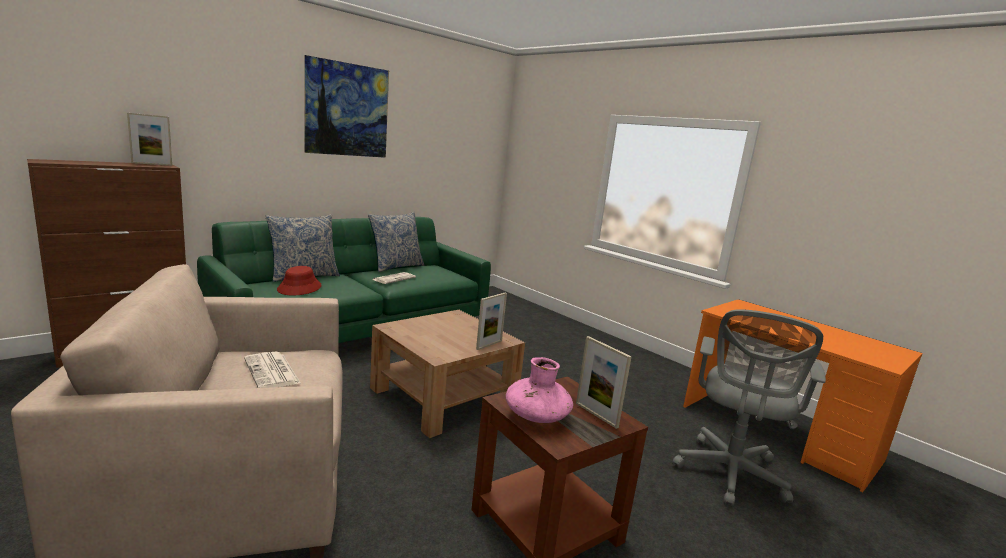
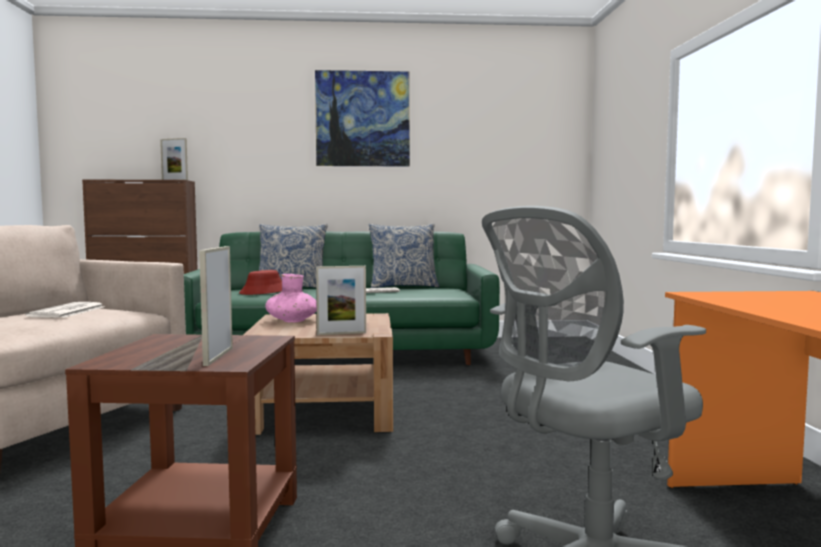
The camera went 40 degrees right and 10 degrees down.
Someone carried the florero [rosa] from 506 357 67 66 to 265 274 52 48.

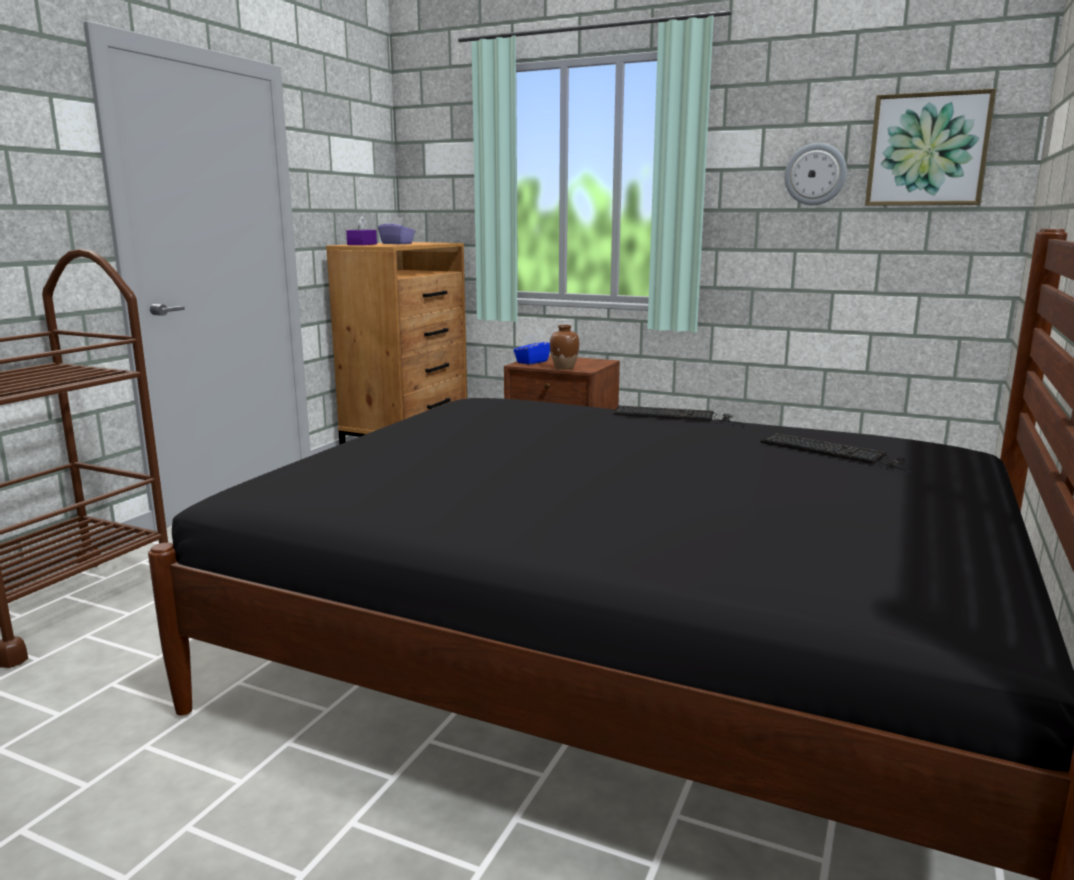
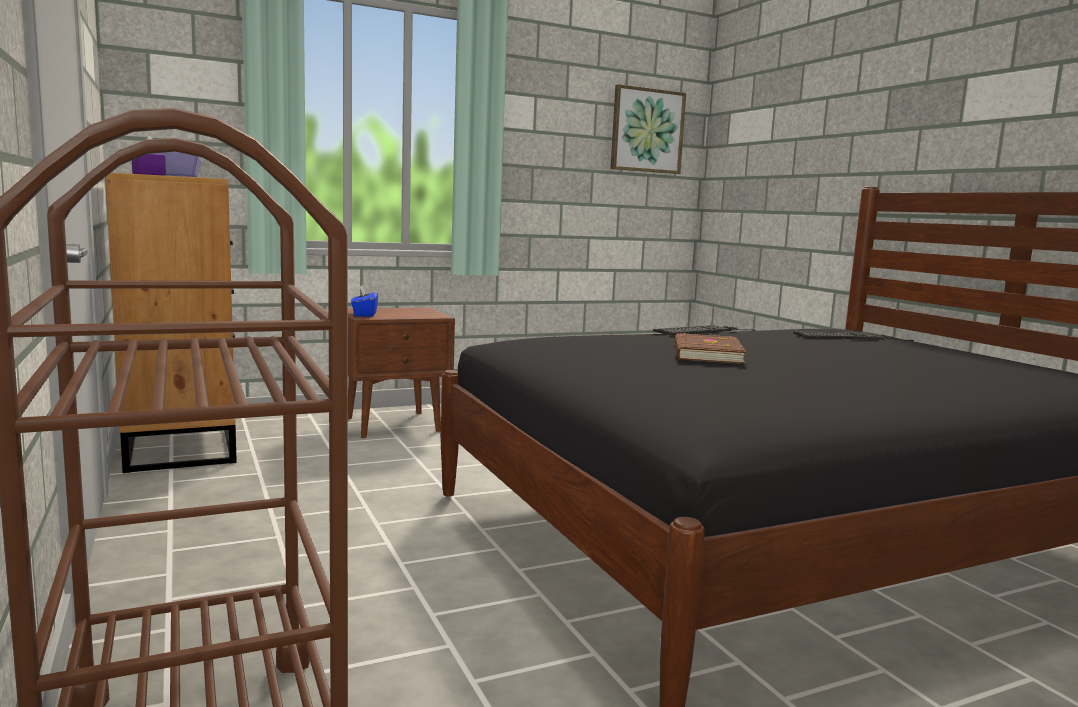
The camera went 50 degrees left and 5 degrees down.
Someone put down the libro [marrón] at 675 333 71 31.
Someone took away the florero [marrón] at 550 325 29 44.
Someone took away the reloj de pared at 784 143 63 62.

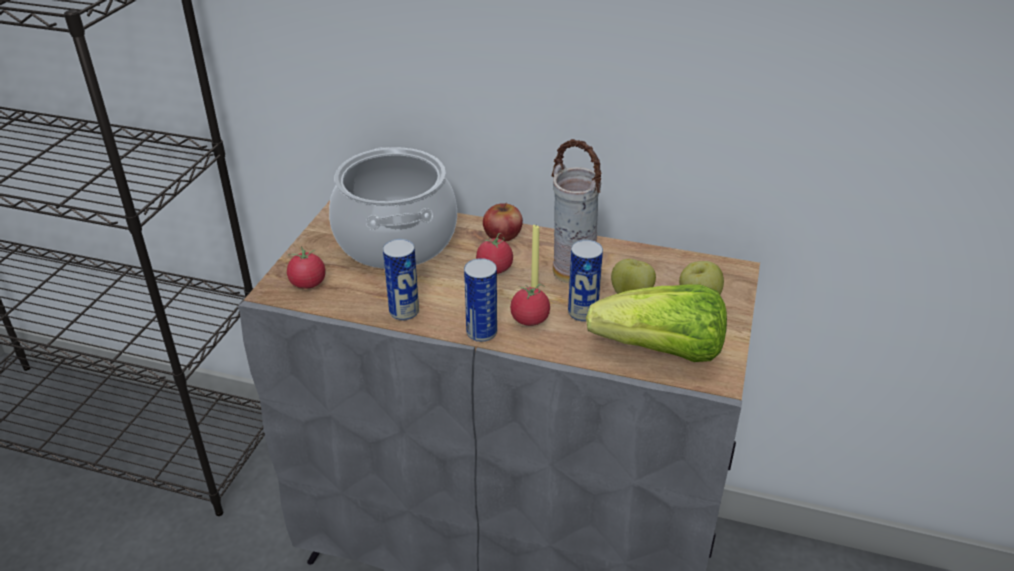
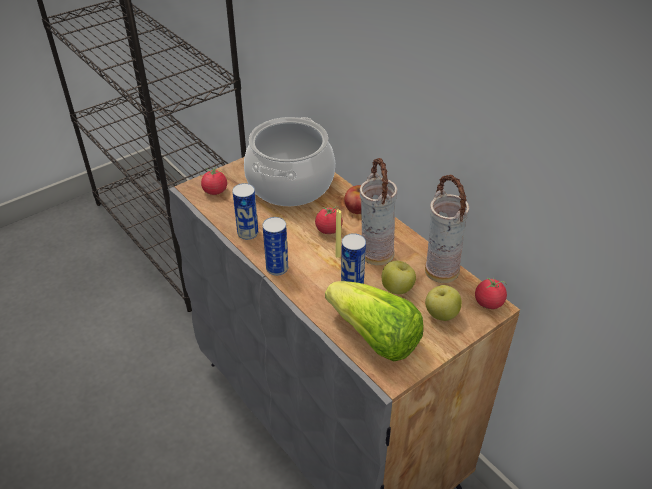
The camera went 35 degrees right and 5 degrees up.
Someone put down the florero at 425 175 44 108.
Someone carried the tomate from 510 284 40 42 to 475 278 32 31.

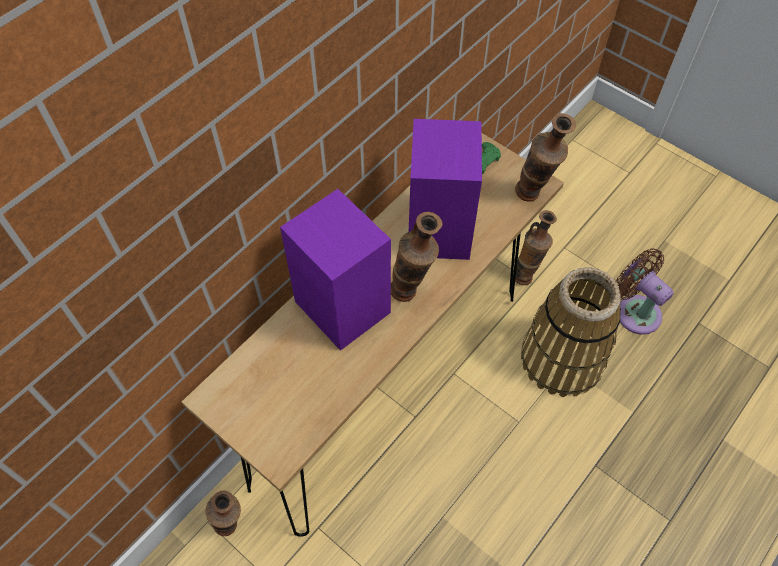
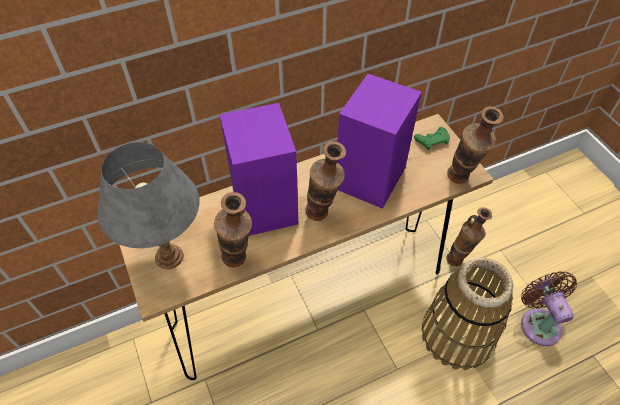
The camera went 25 degrees right and 5 degrees down.
Someone put down the lámpara de mesa [gris] at 98 142 102 127.
Someone carried the florero from 205 491 36 45 to 214 192 38 75.

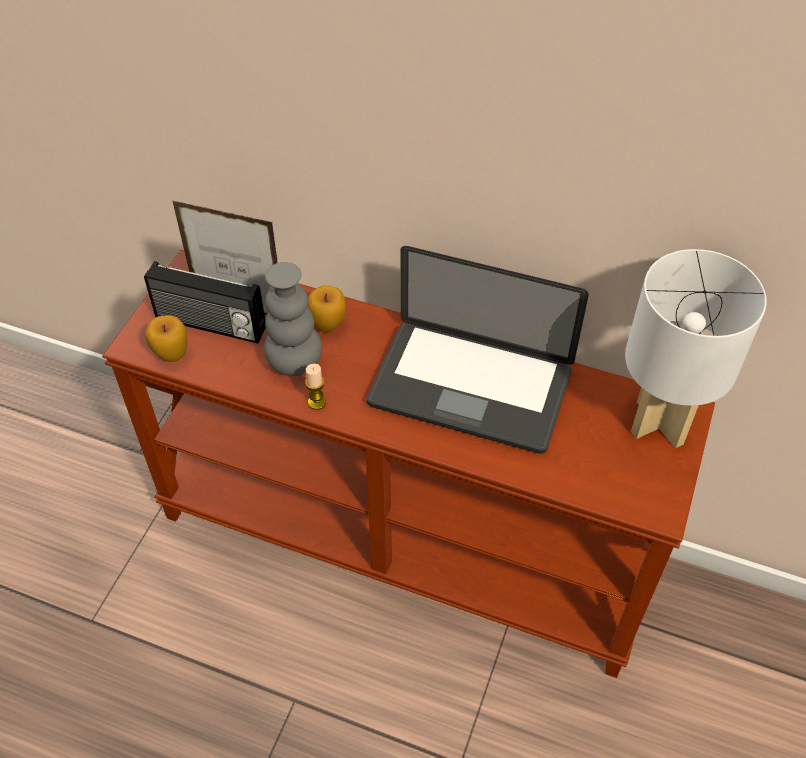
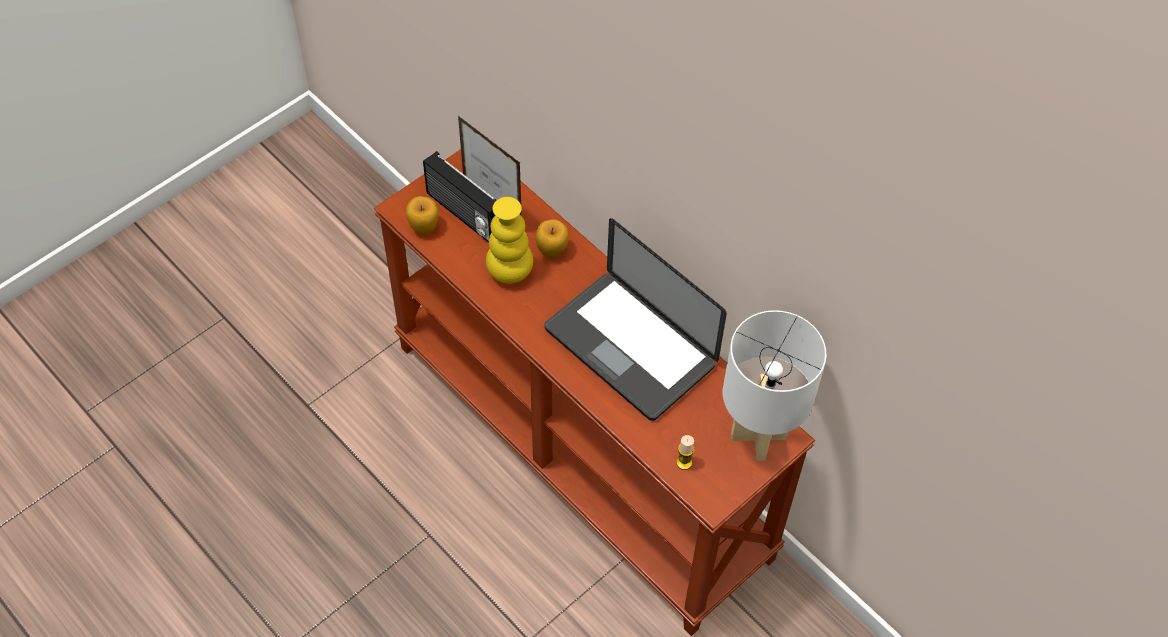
The camera went 25 degrees right and 5 degrees up.
Someone repainted the florero [gris] at 264 262 58 114, which became the florero [amarillo] at 486 197 47 87.
Someone carried the vela from 305 364 21 46 to 676 435 19 35.

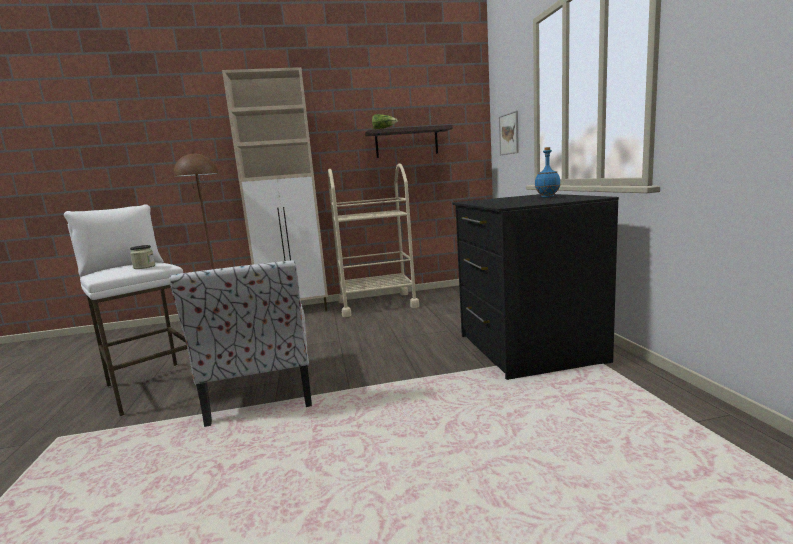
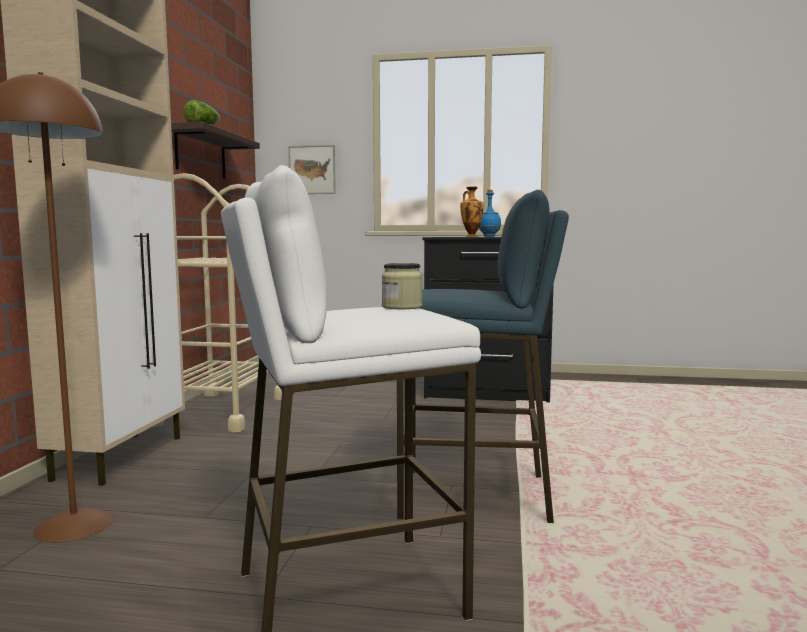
The camera went 70 degrees left and 5 degrees down.
Someone swapped the silla at 169 260 143 167 for the taburete [azul] at 397 190 172 333.
Someone put down the florero at 460 186 23 51.

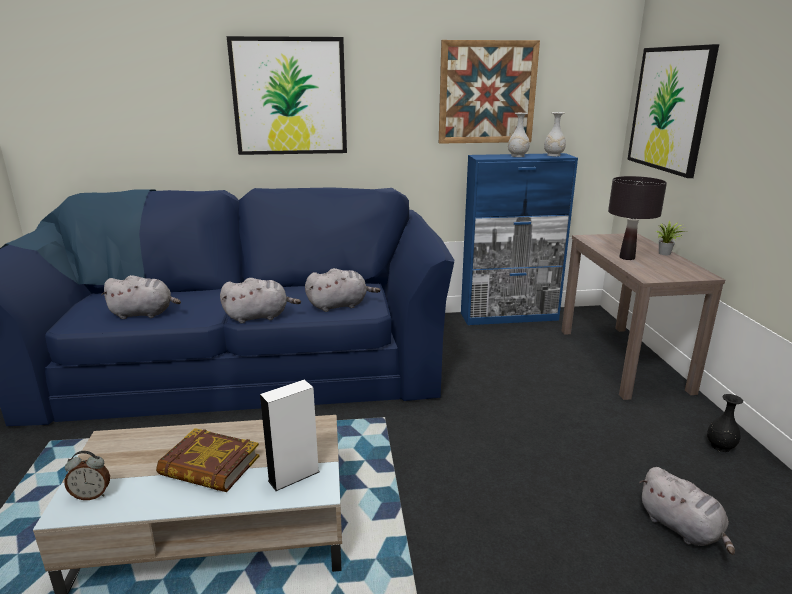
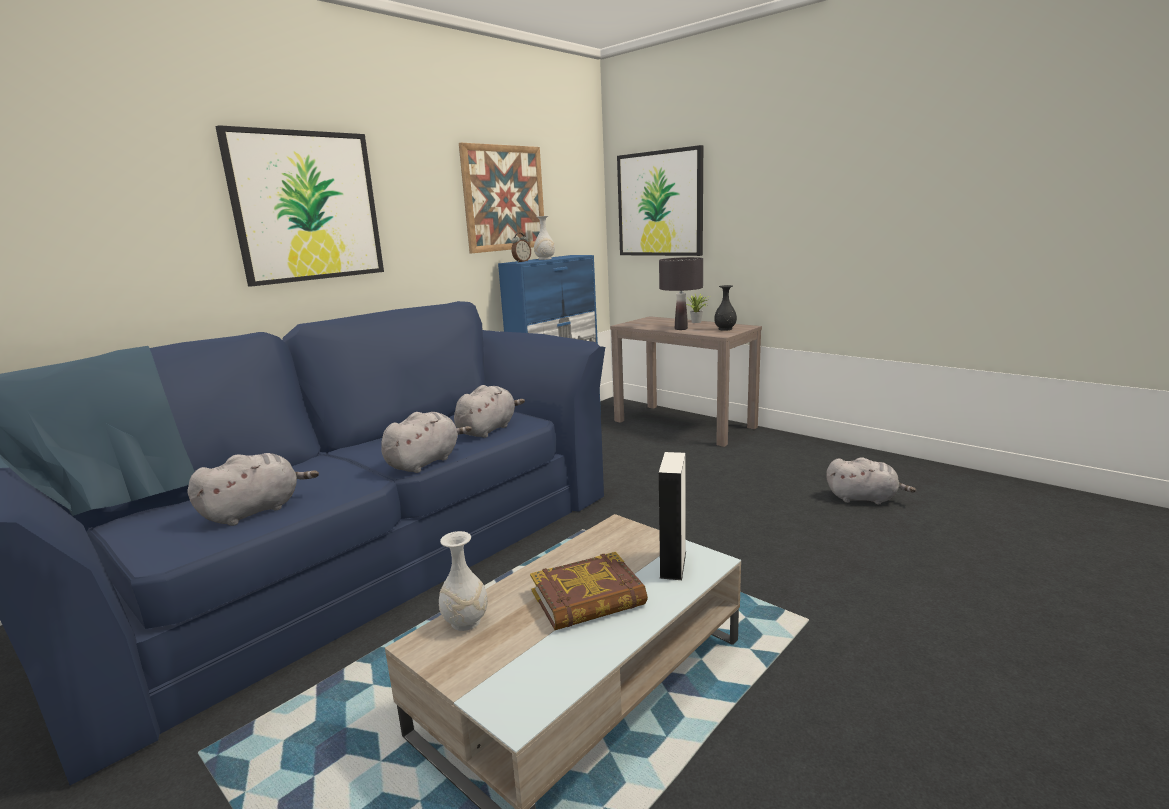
The camera went 40 degrees left and 5 degrees down.
Someone carried the florero [blanco] from 544 112 22 44 to 439 531 49 100.
Someone carried the despertador from 64 451 46 49 to 511 232 20 30.
Someone carried the florero [negro] from 707 394 36 58 to 714 285 23 46.

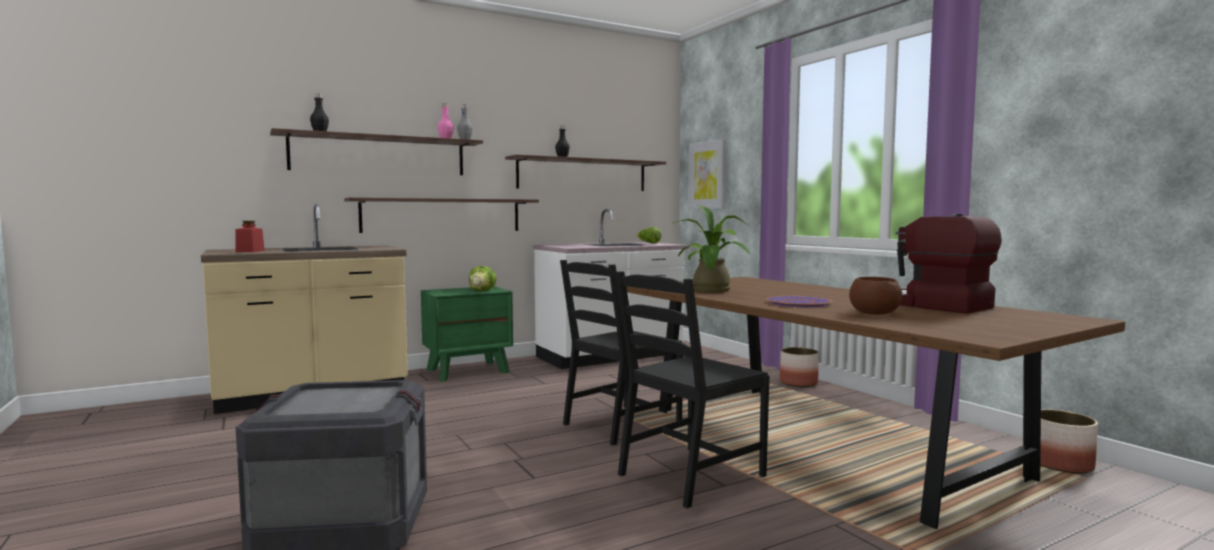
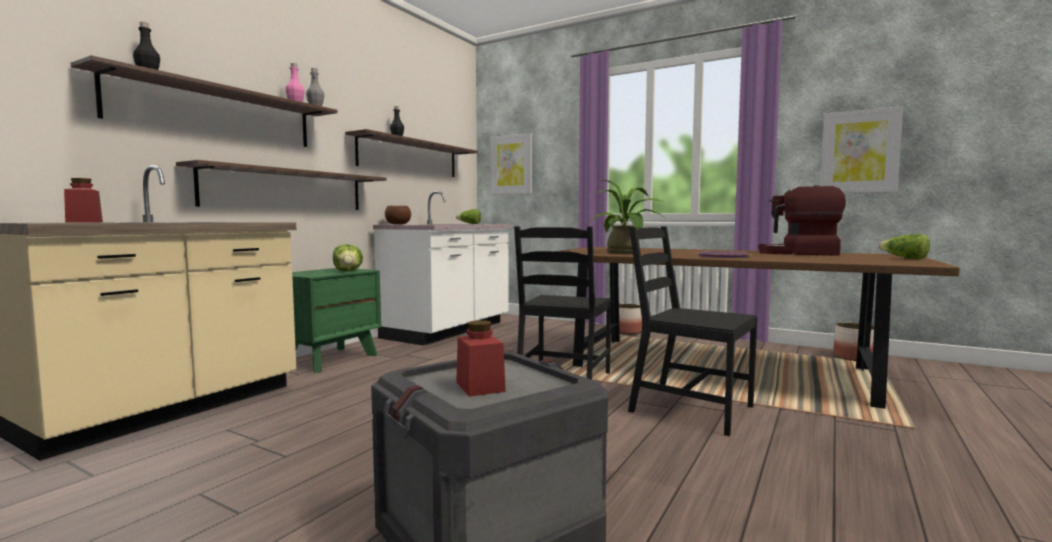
The camera went 30 degrees left and 0 degrees up.
Someone carried the cuenco [marrón] from 849 277 53 38 to 385 206 26 19.
Someone put down the tarro [rojo] at 456 320 50 77.
Someone rotated the silla [negro] at 616 271 153 237 by 105 degrees clockwise.
Someone put up the cuadro at 820 106 83 87.
Someone put down the lechuga at 878 234 52 25.

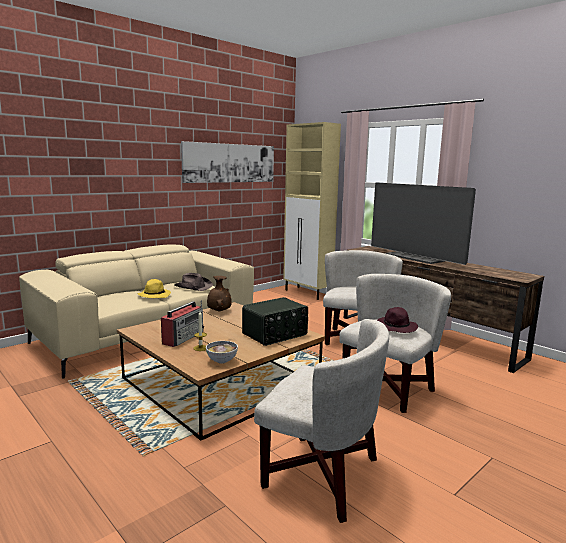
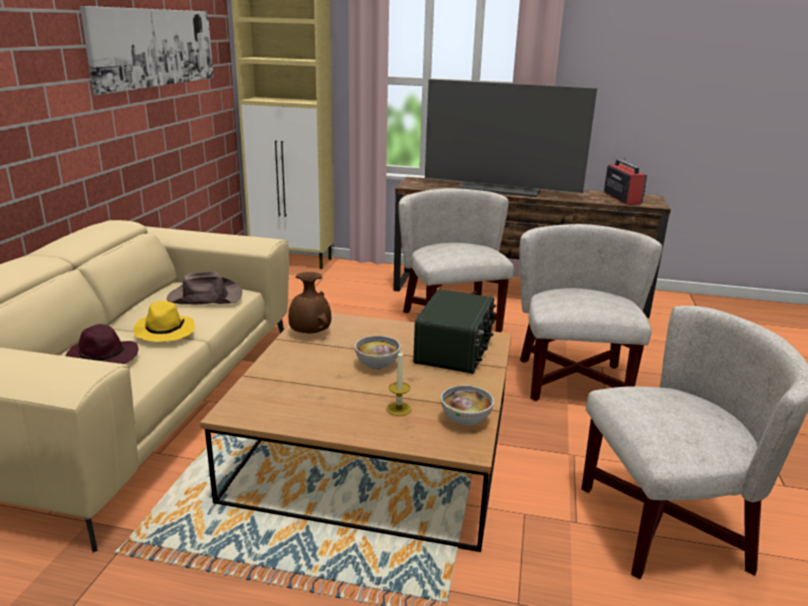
The camera went 35 degrees left and 10 degrees up.
Someone carried the sombrero [morado] from 377 307 41 26 to 66 324 72 40.
Someone put down the cuenco at 355 336 45 33.
Someone carried the radio from 161 300 43 47 to 604 157 43 48.

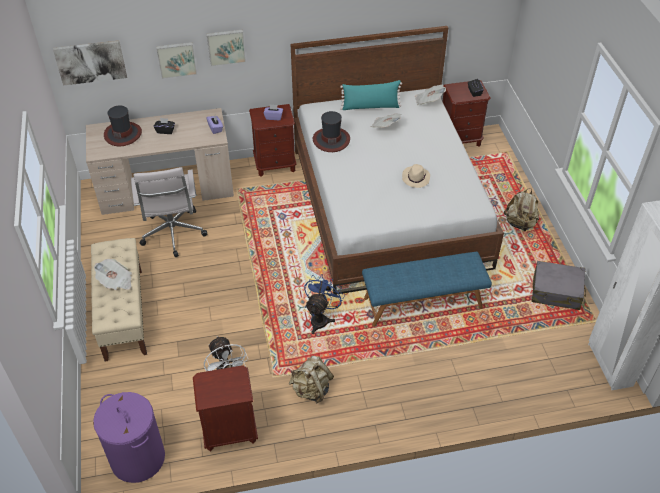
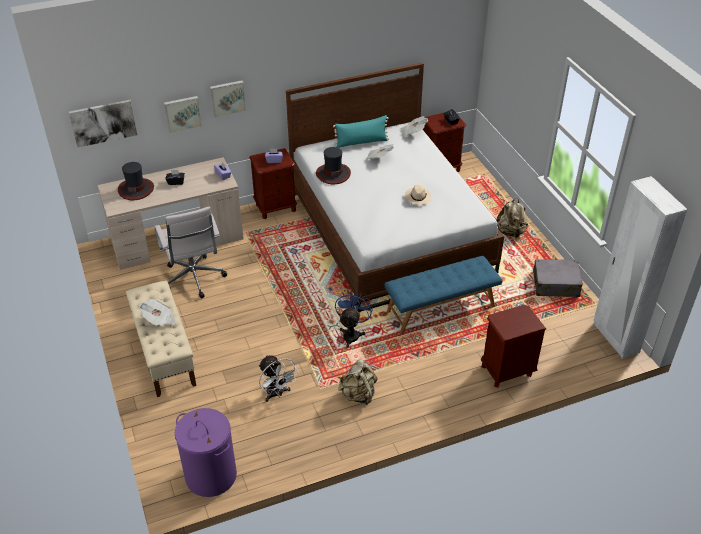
The camera went 10 degrees left and 5 degrees down.
Someone carried the mesita de noche [marrón] from 193 365 65 86 to 481 305 65 83.

